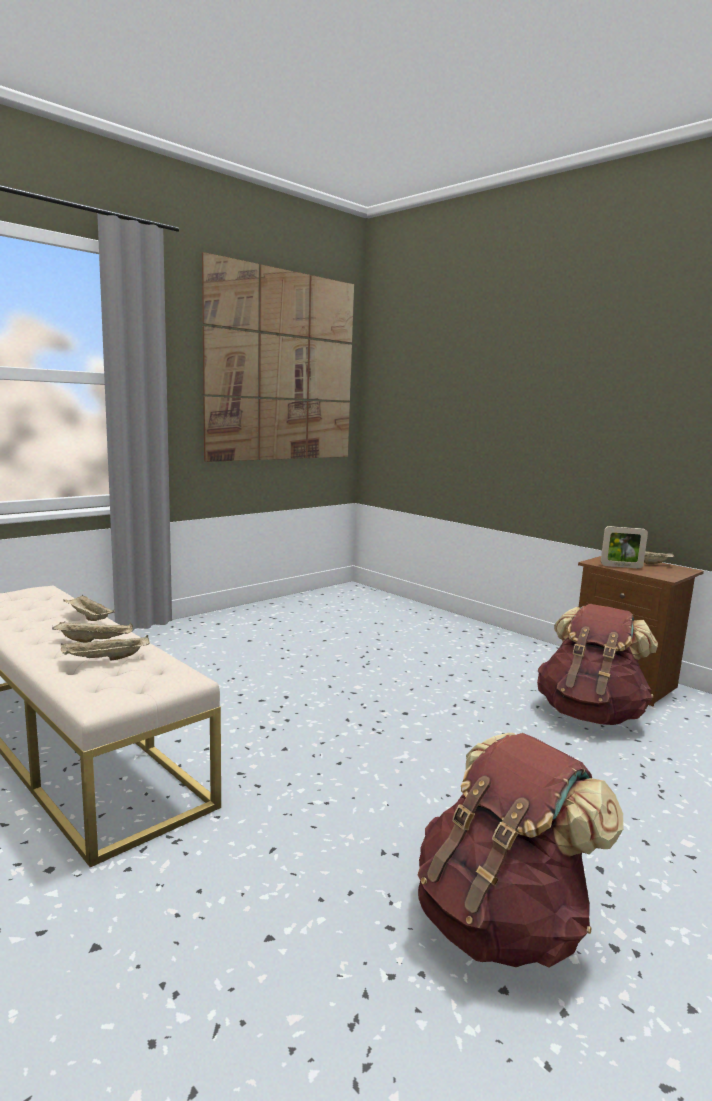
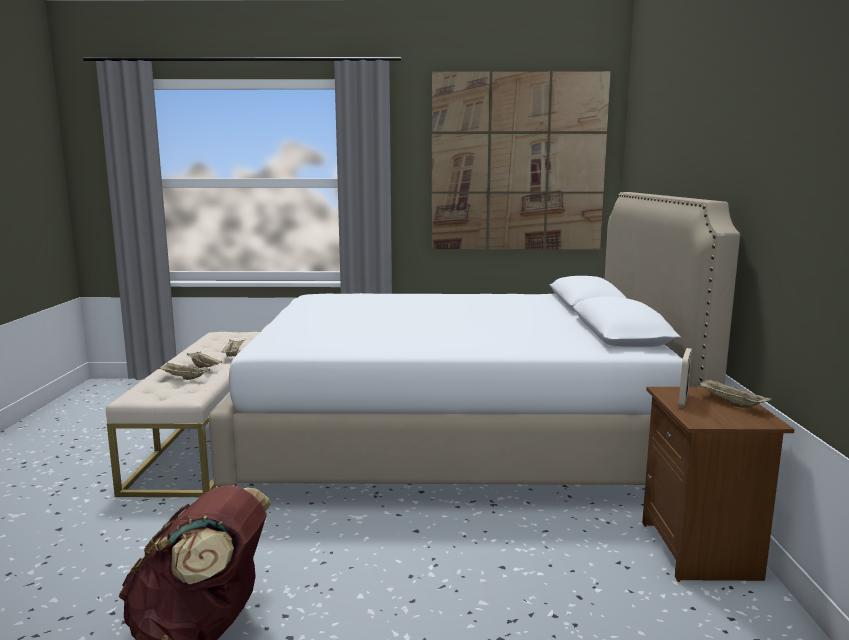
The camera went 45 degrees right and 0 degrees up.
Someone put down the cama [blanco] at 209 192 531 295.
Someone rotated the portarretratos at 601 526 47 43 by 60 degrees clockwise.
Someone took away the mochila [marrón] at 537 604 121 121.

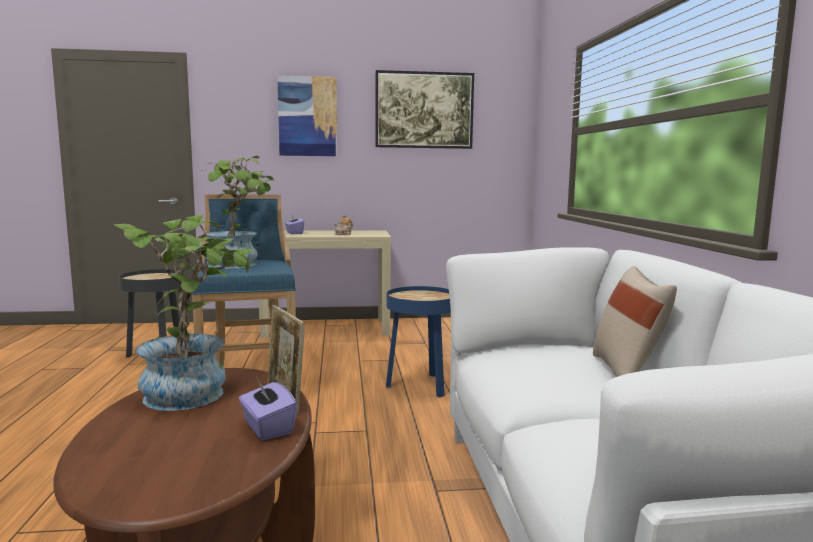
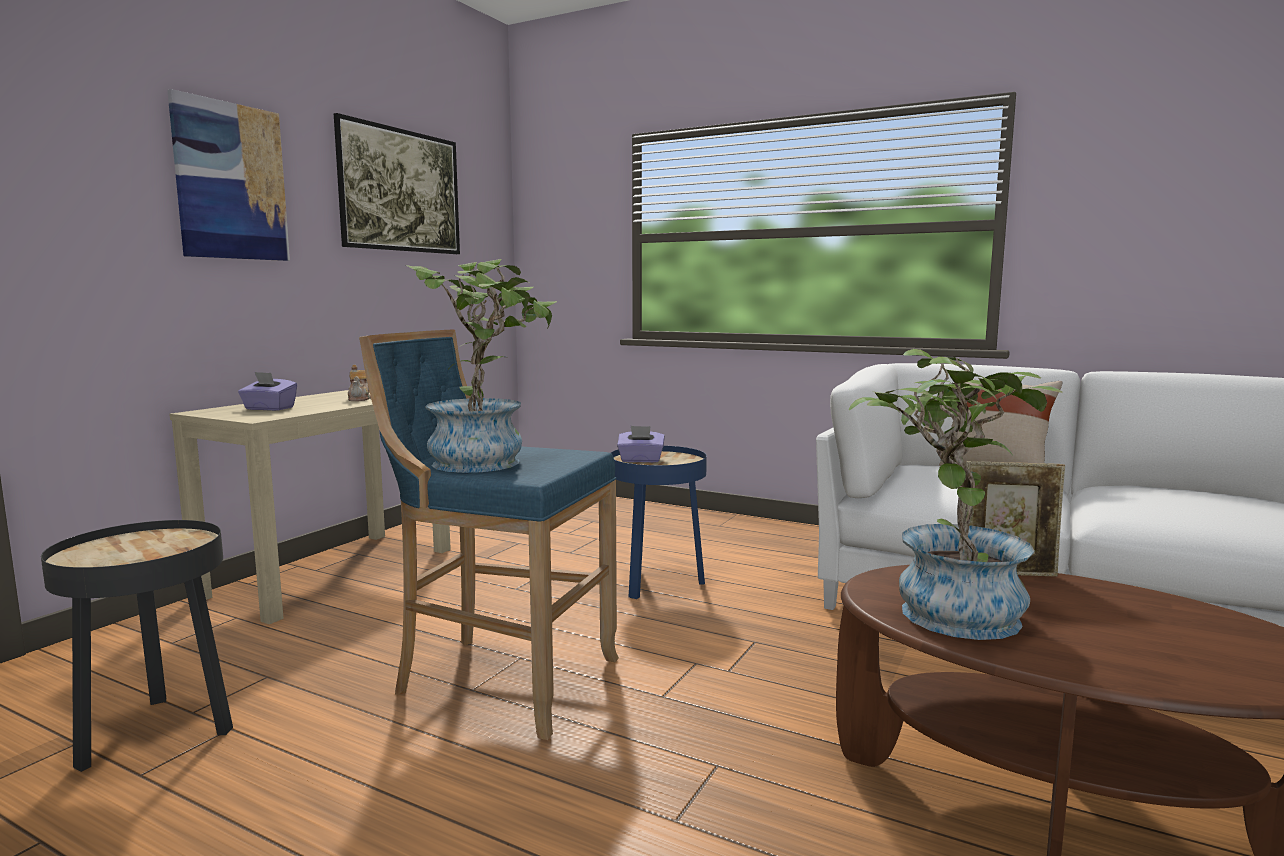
The camera went 55 degrees left and 0 degrees up.
Someone carried the caja de pañuelos [morado] from 239 377 58 63 to 617 426 48 37.

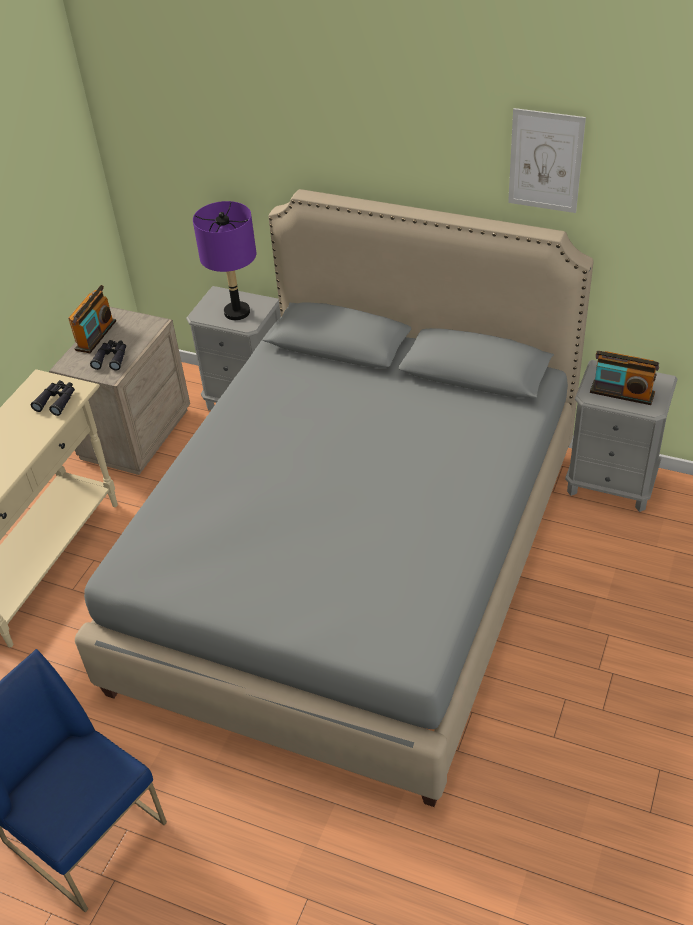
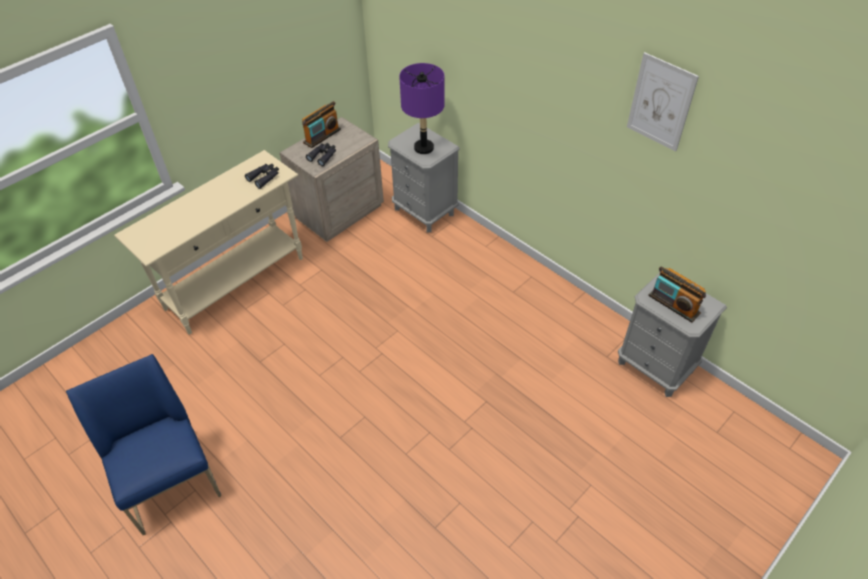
The camera went 20 degrees right and 5 degrees up.
Someone took away the cama [gris] at 75 189 519 618.

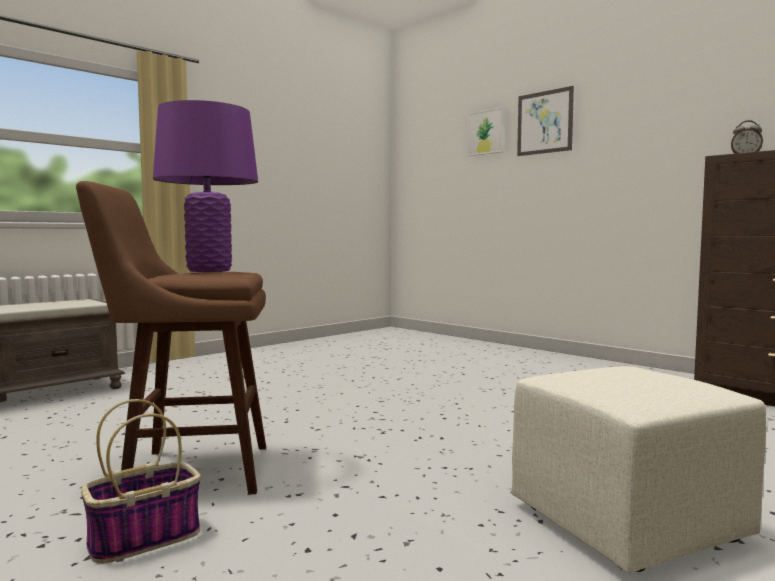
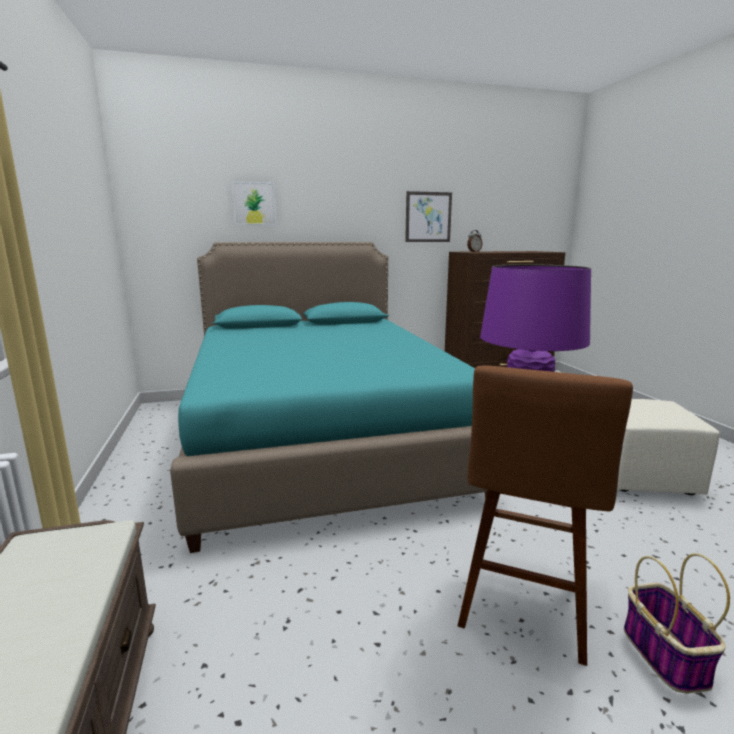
The camera went 60 degrees left and 10 degrees up.
Someone put down the cama [turquesa] at 170 242 329 311.
Someone carried the cuadro from 517 86 57 70 to 405 191 47 51.

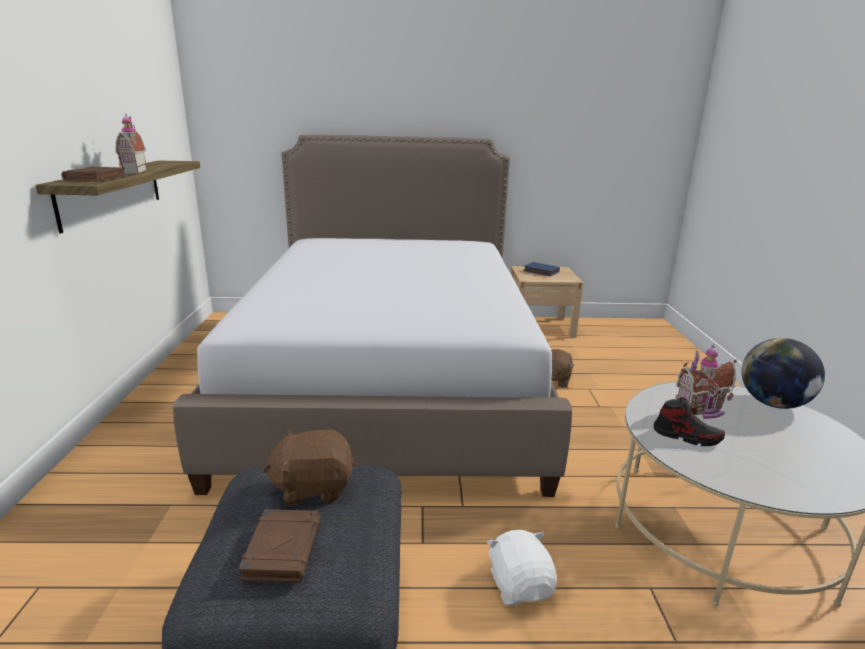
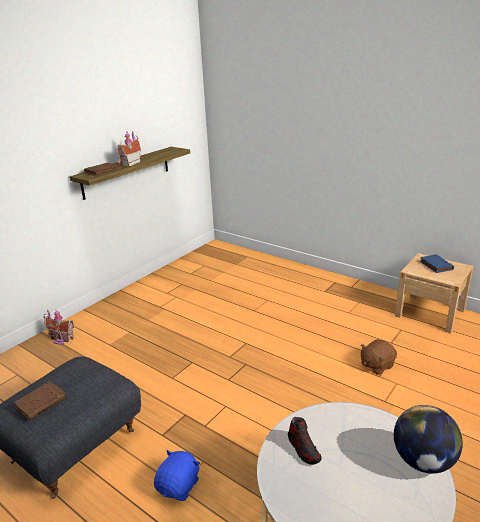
The camera went 40 degrees right and 5 degrees up.
Someone carried the casita from 675 344 62 75 to 43 310 32 35.
Someone repainted the peluche [blanco] at 487 530 70 76, which became the peluche [azul] at 154 450 46 51.
Someone took away the cama at 173 135 399 362.
Someone took away the peluche [marrón] at 262 428 93 77.

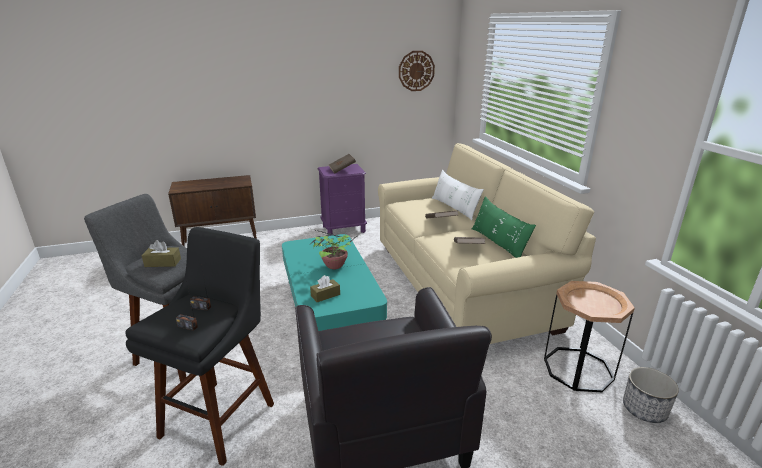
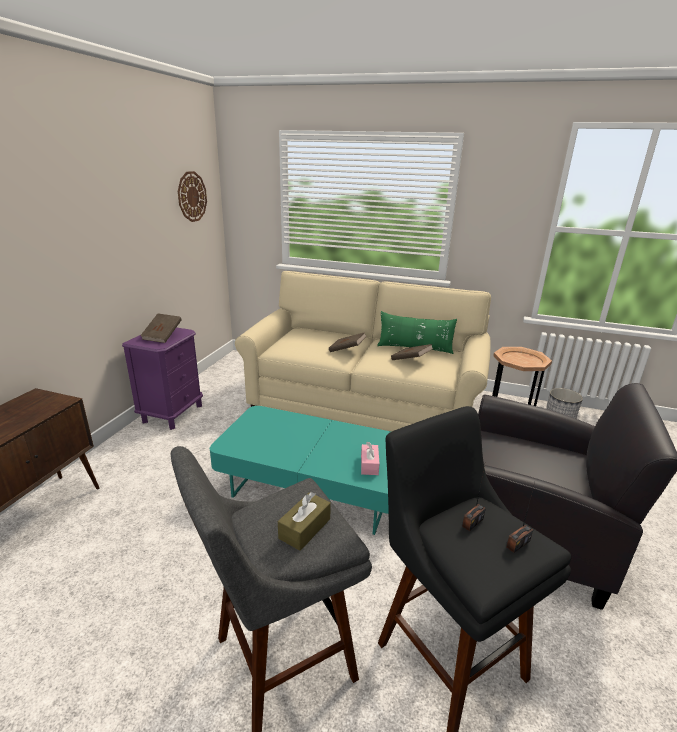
The camera went 55 degrees left and 0 degrees up.
Someone repainted the caja de pañuelos [marrón] at 310 275 30 27, which became the caja de pañuelos [rosa] at 361 442 19 33.
Someone took away the planta en maceta at 309 228 48 41.
Someone took away the cojín [blanco] at 432 170 52 50.

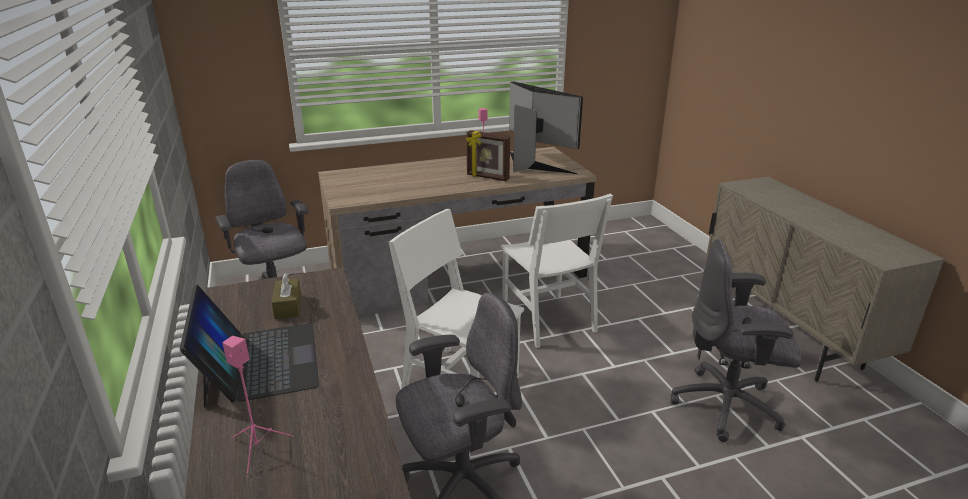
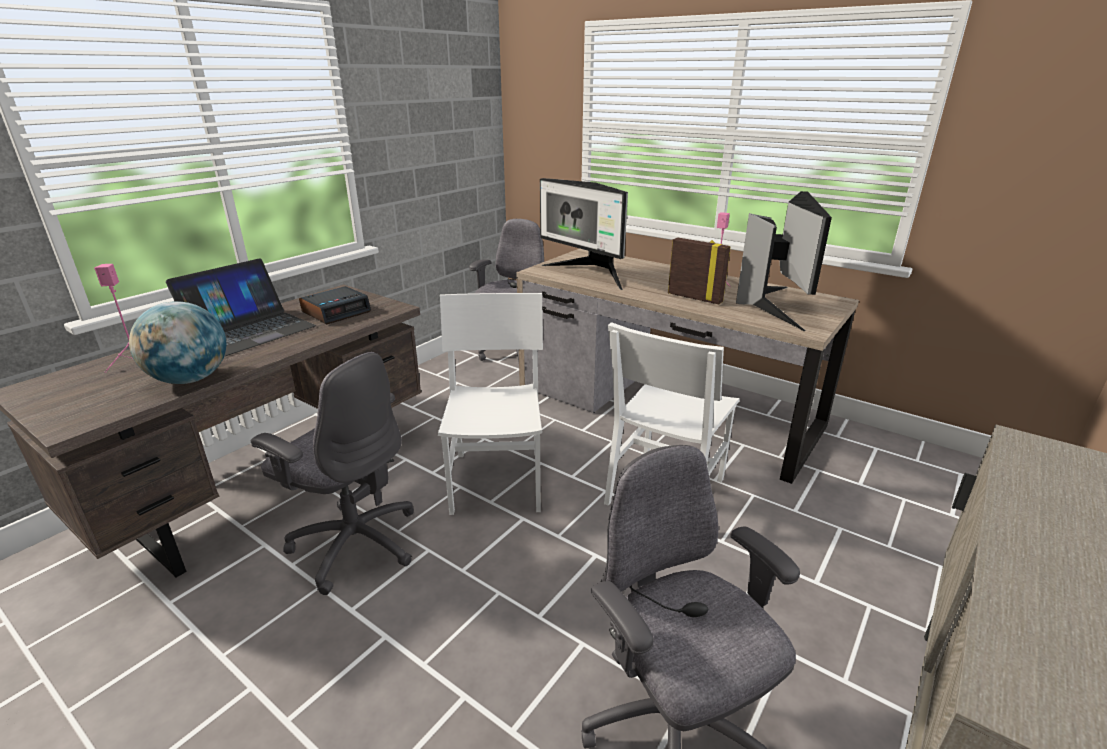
The camera went 55 degrees right and 0 degrees up.
Someone put down the globo terráqueo at 129 301 98 83.
Someone swapped the caja de pañuelos [marrón] at 272 273 29 46 for the despertador at 299 286 72 38.
Someone put down the monitor at 540 178 88 112.
Someone rotated the portarretratos at 466 130 44 51 by 135 degrees clockwise.

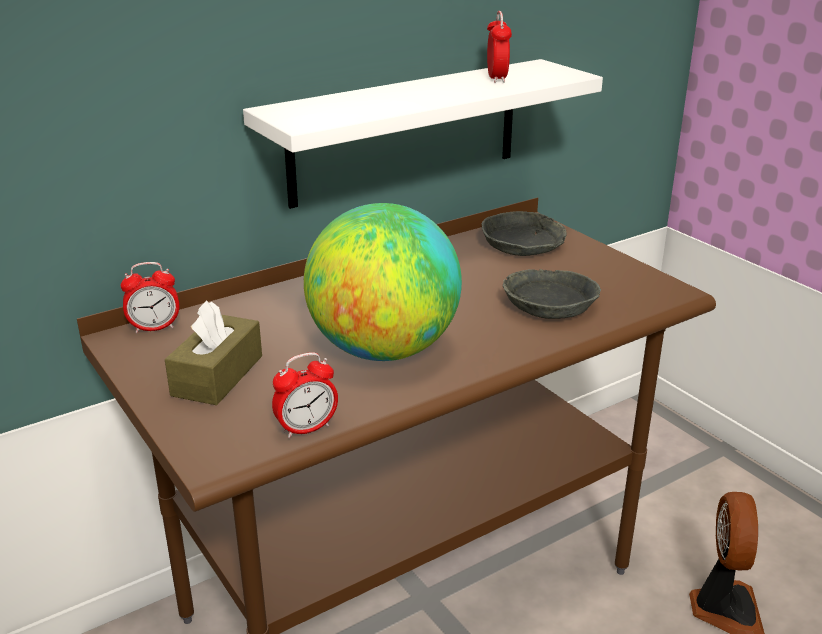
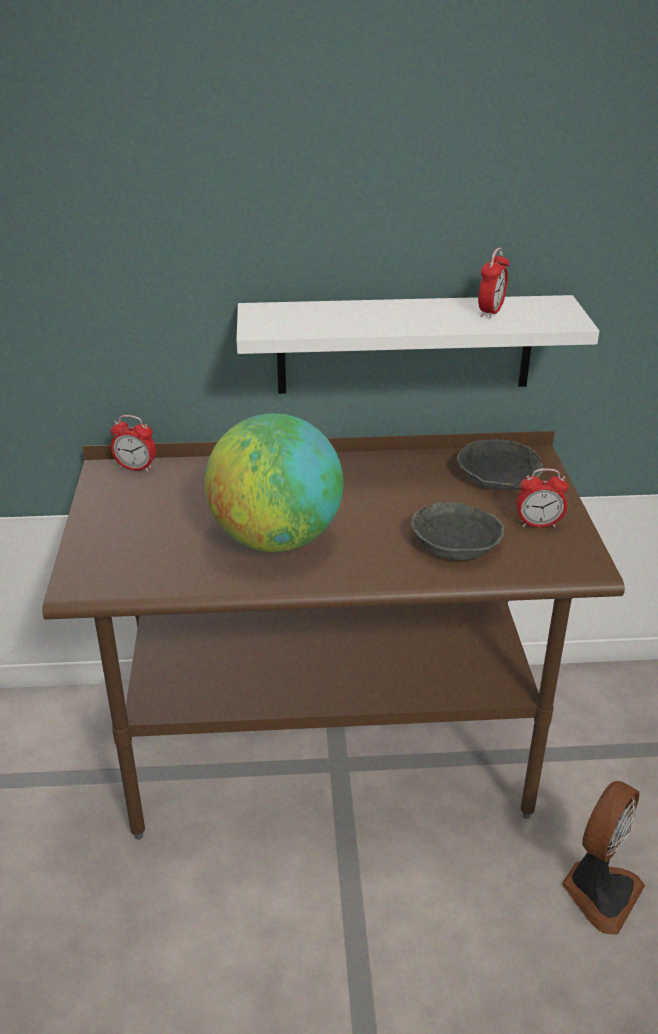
The camera went 30 degrees right and 5 degrees up.
Someone carried the despertador from 272 352 66 86 to 517 468 51 60.
Someone took away the caja de pañuelos [marrón] at 165 300 97 105.

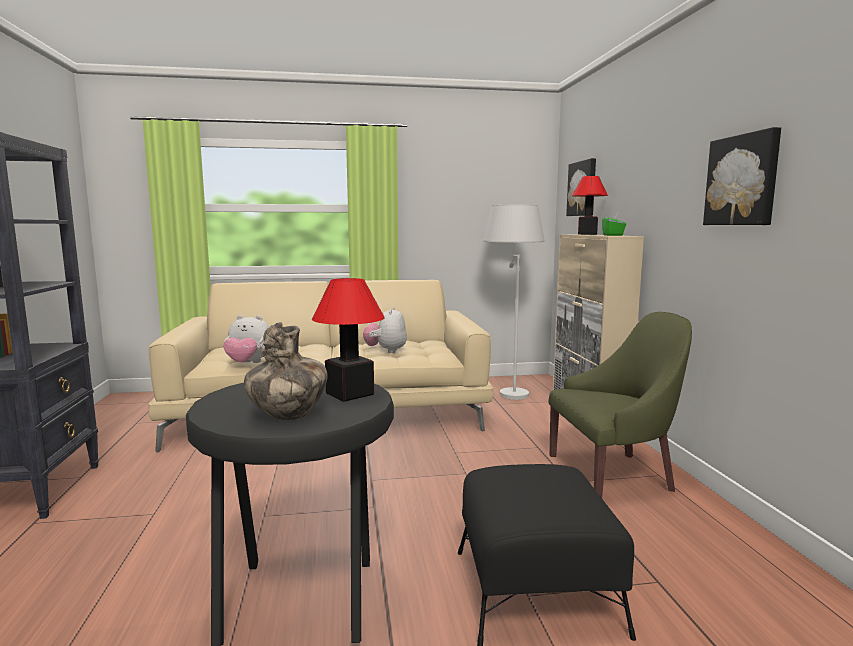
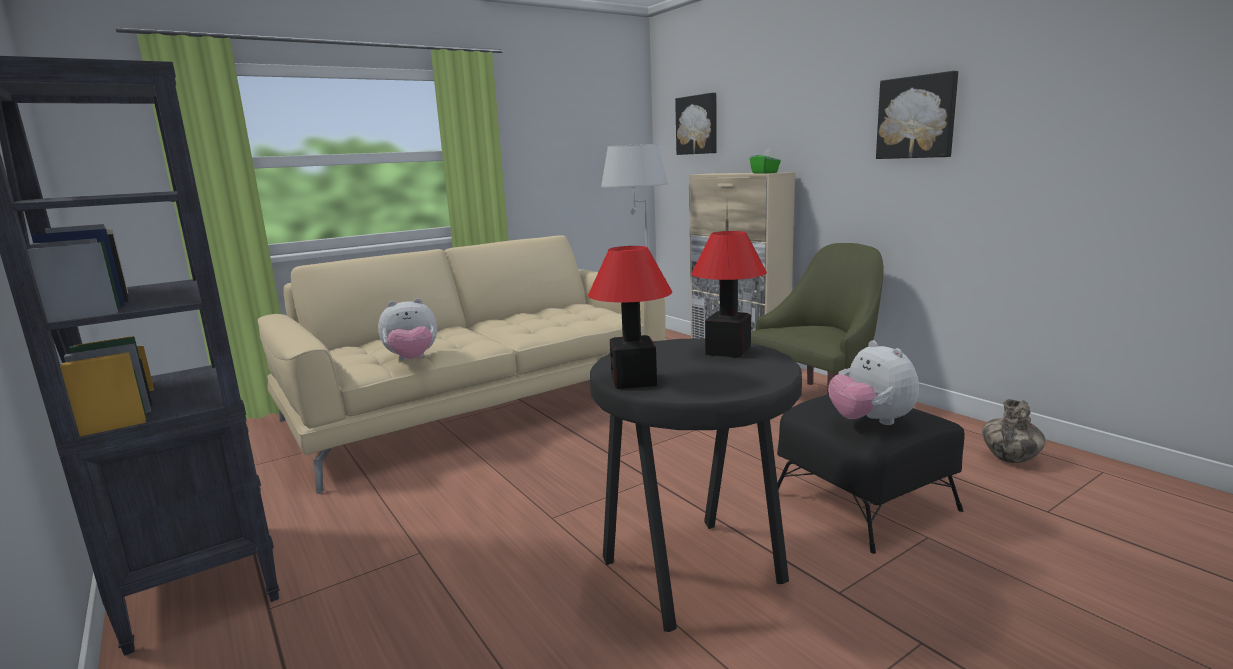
The camera went 25 degrees left and 5 degrees up.
Someone carried the lámpara de mesa from 572 176 36 59 to 588 246 84 143.
Someone carried the peluche from 363 307 44 46 to 828 340 91 85.
Someone carried the florero from 244 322 84 98 to 982 399 63 64.

